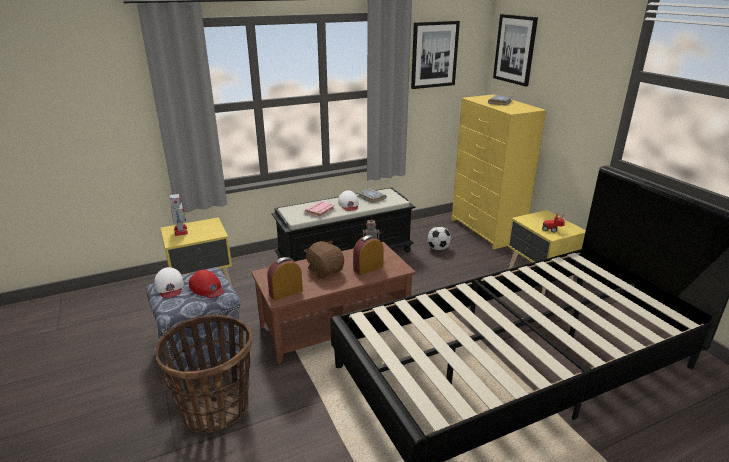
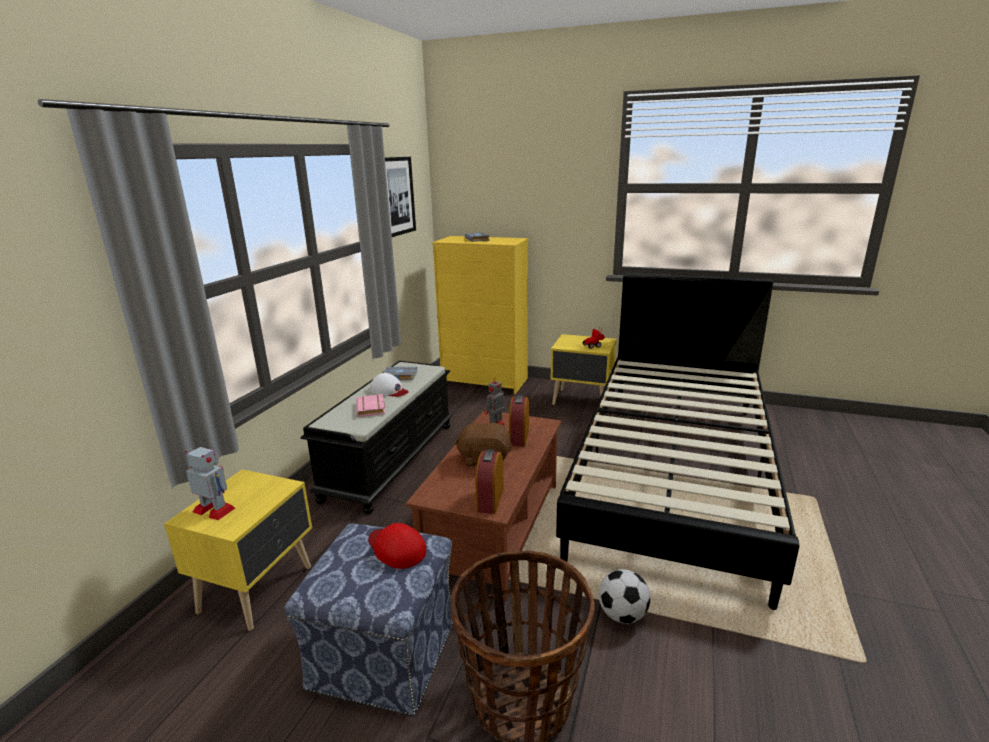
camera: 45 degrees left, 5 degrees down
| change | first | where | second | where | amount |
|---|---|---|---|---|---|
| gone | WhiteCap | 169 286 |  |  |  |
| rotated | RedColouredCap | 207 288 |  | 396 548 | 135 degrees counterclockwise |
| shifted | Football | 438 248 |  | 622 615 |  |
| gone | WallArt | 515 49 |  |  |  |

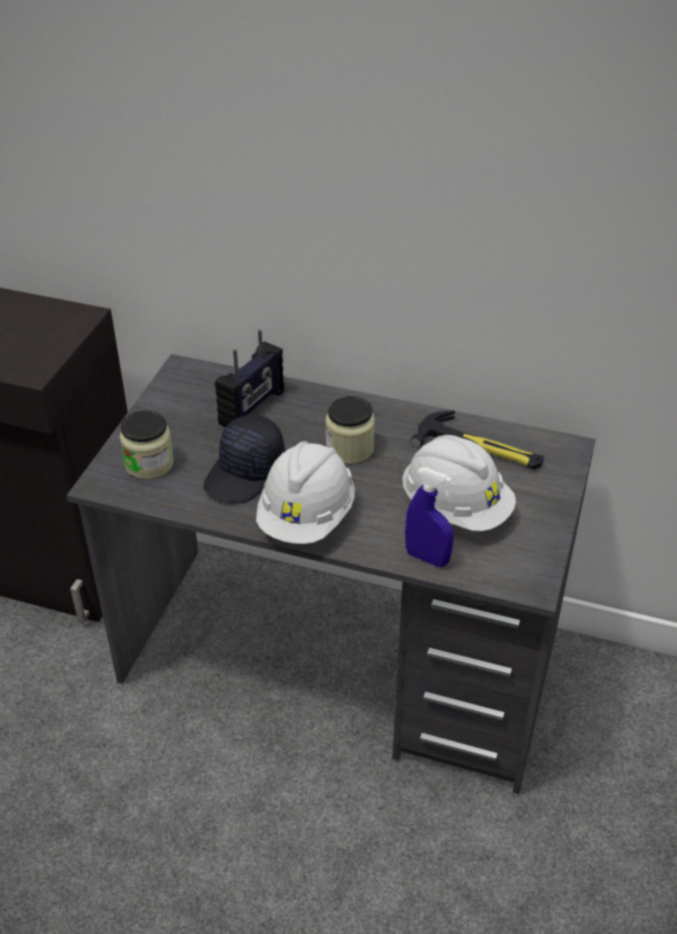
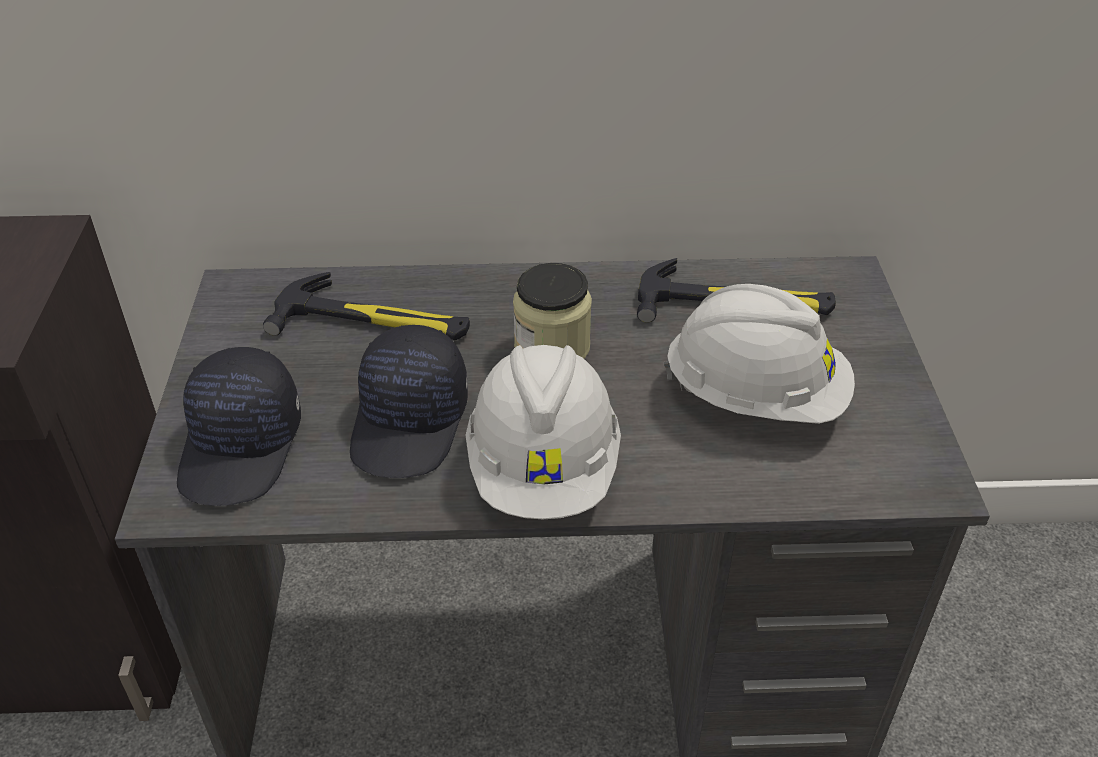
camera: 20 degrees left, 0 degrees up
| change | first | where | second | where | amount |
|---|---|---|---|---|---|
| swapped | Jar | 149 464 | BlackColouredCap | 243 447 |  |
| swapped | RadioSet | 253 408 | Hammer | 373 321 |  |
| gone | BlueSprayBottle | 427 558 |  |  |  |

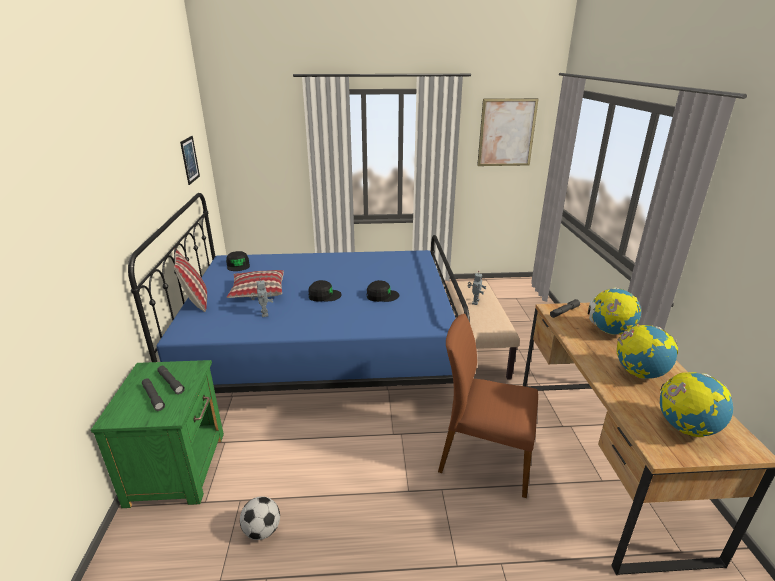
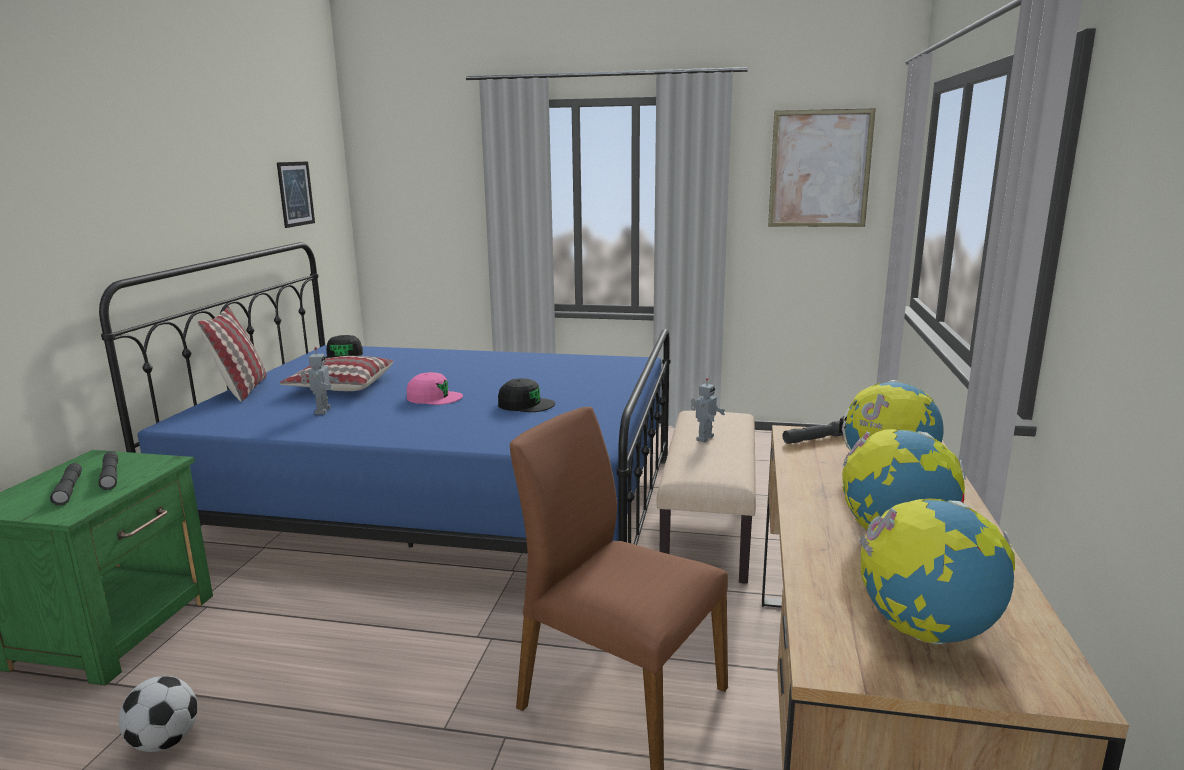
camera: 15 degrees right, 10 degrees down
| change | first | where | second | where | amount |
|---|---|---|---|---|---|
| repainted | BlackColouredCap | 324 295 | PinkColouredCap | 434 397 |  |

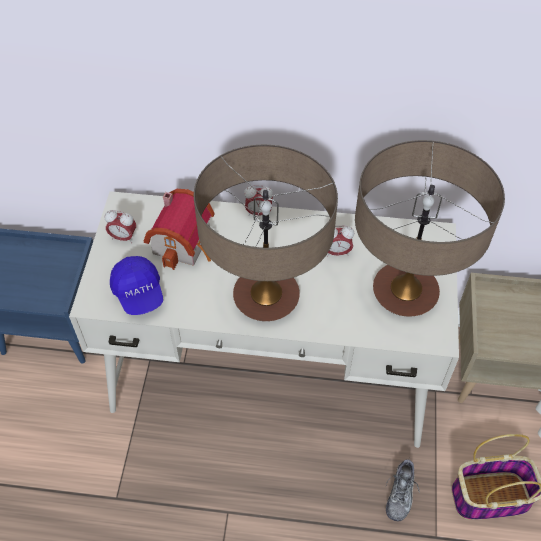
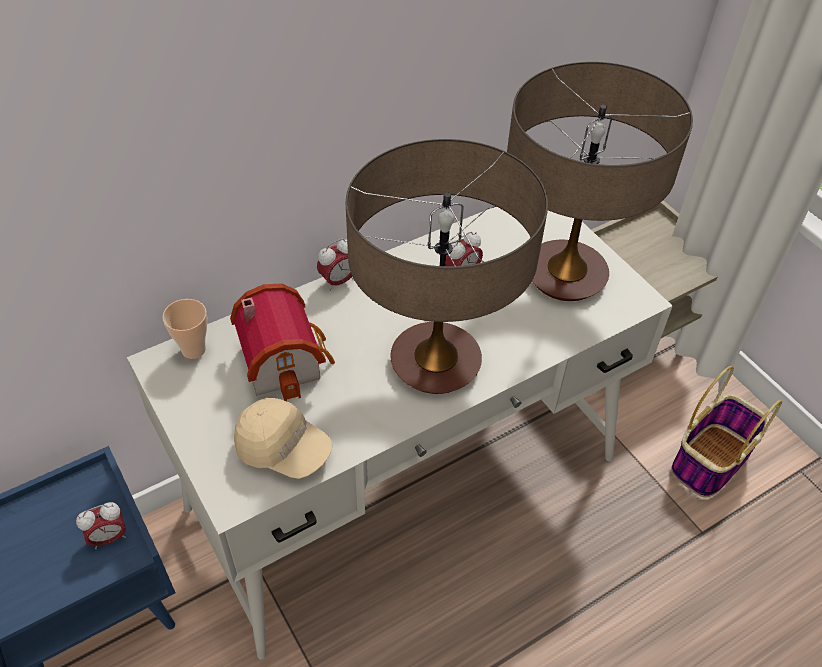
camera: 40 degrees left, 5 degrees down
| change | first | where | second | where | amount |
|---|---|---|---|---|---|
| shifted | TableClock | 123 237 |  | 109 537 |  |
| repainted | BlueCap | 139 293 | BeigeCap | 283 449 |  |
| gone | LowShoe | 400 493 |  |  |  |
| new |  |  | Cup | 193 349 |  |

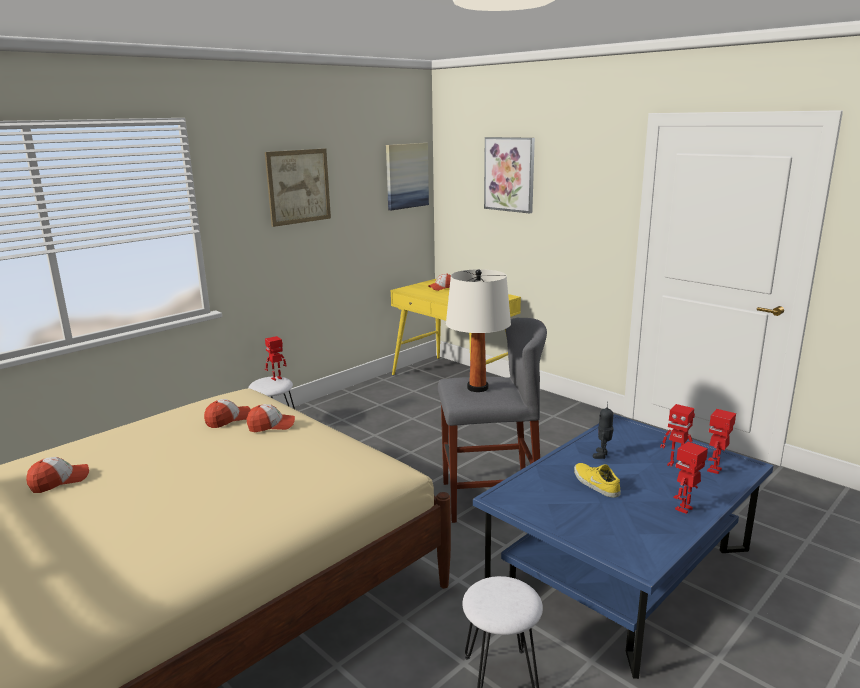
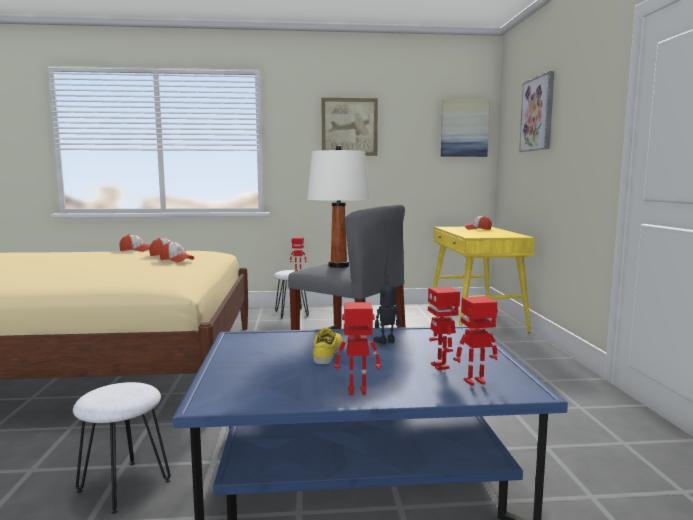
camera: 40 degrees right, 10 degrees down
| change | first | where | second | where | amount |
|---|---|---|---|---|---|
| shifted | Cap | 59 481 |  | 136 250 |  |

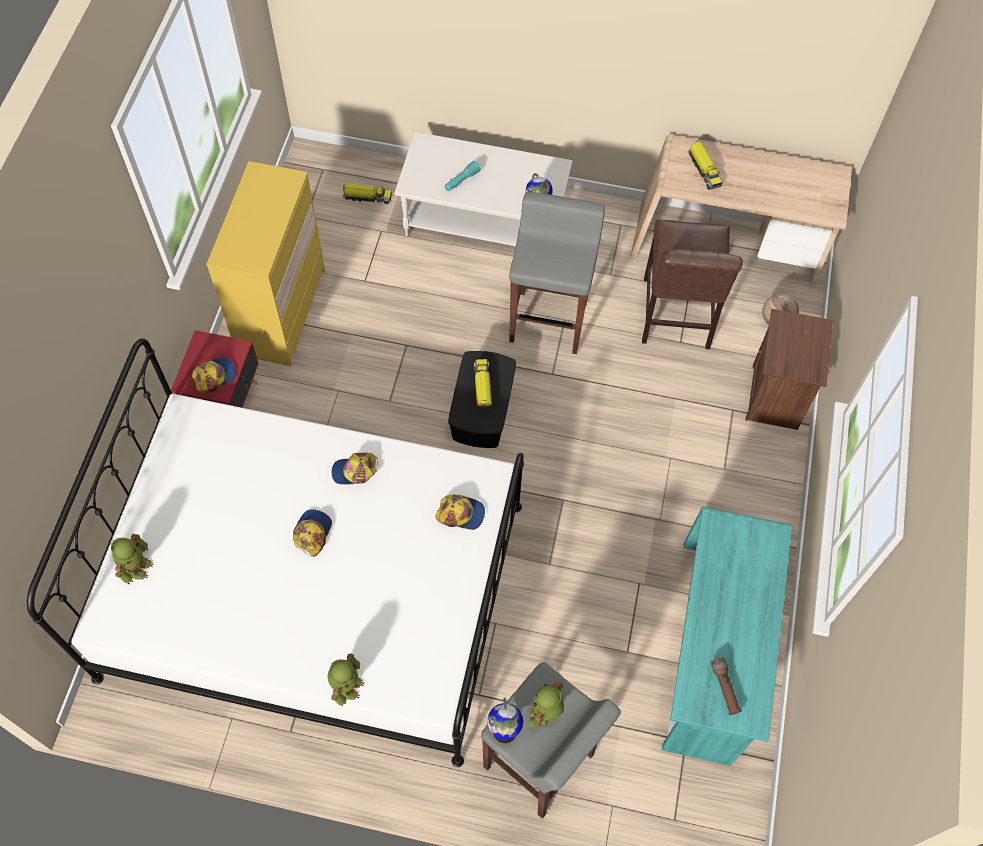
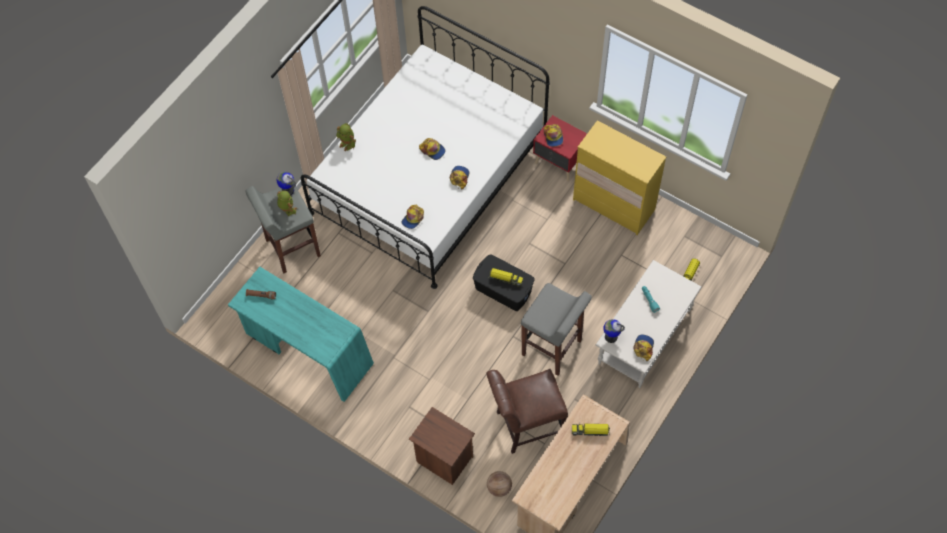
camera: 115 degrees right, 0 degrees up
| change | first | where | second | where | amount |
|---|---|---|---|---|---|
| gone | ToyRobot | 136 566 |  |  |  |
| rotated | BrownishUprightChair | 675 318 |  | 525 425 | 45 degrees counterclockwise |
| new |  |  | Cap | 643 348 |  |

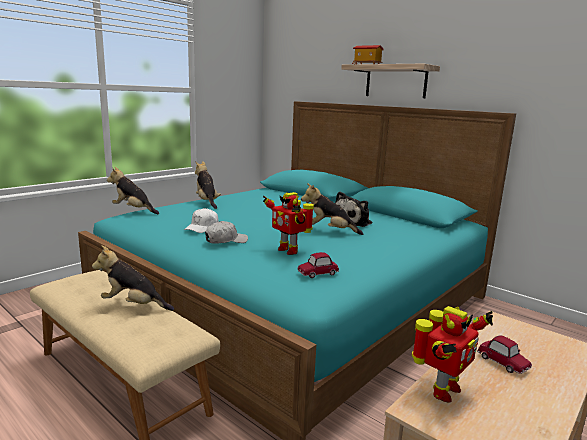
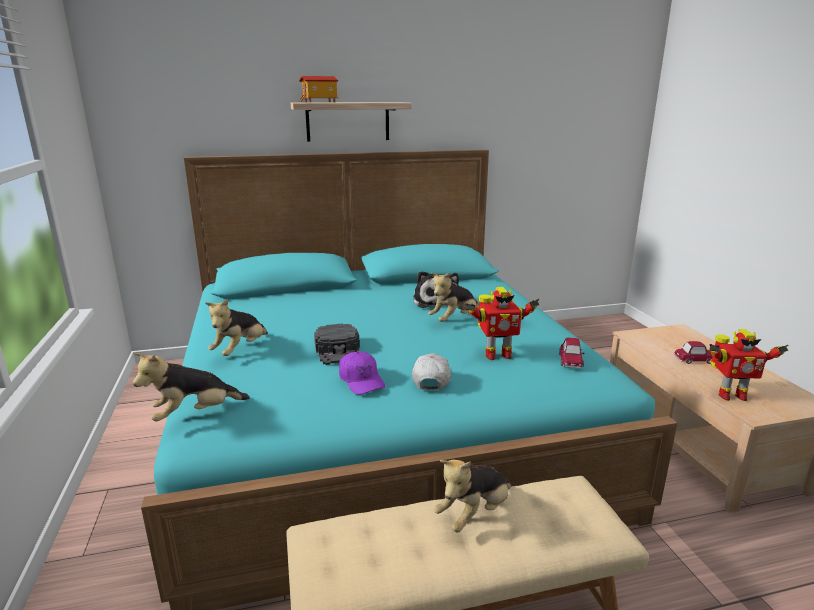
camera: 55 degrees left, 5 degrees up
| change | first | where | second | where | amount |
|---|---|---|---|---|---|
| repainted | WhiteCap | 202 227 | PurpleColouredCap | 361 380 |  |
| rotated | PlushToy | 207 202 |  | 240 350 | 75 degrees counterclockwise |
| rotated | ToyRobot | 442 391 |  | 730 395 | 105 degrees clockwise |
| new |  |  | BlackColouredCap | 338 350 |  |

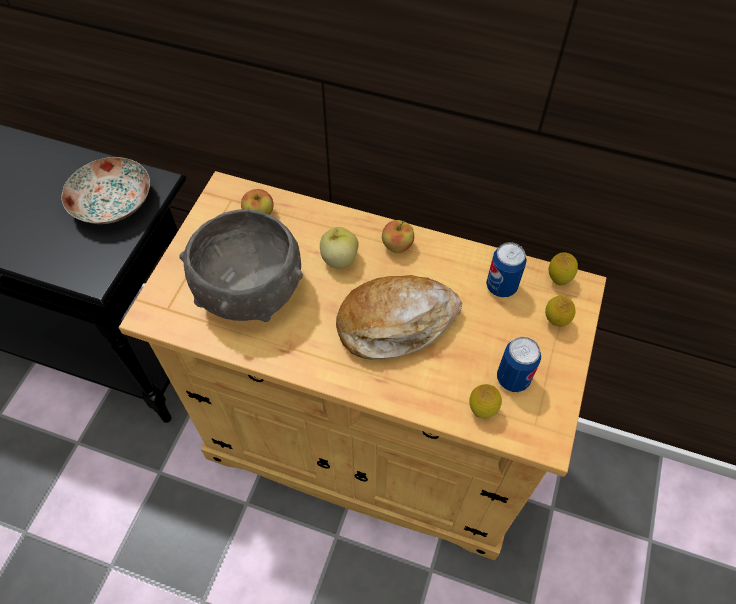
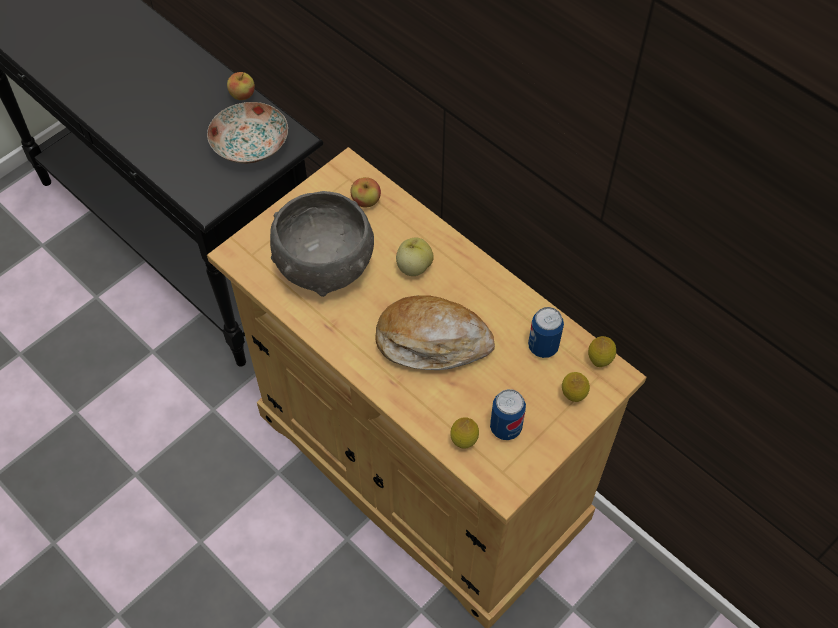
camera: 25 degrees right, 0 degrees up
| change | first | where | second | where | amount |
|---|---|---|---|---|---|
| shifted | AppleFruit | 397 245 |  | 242 95 |  |

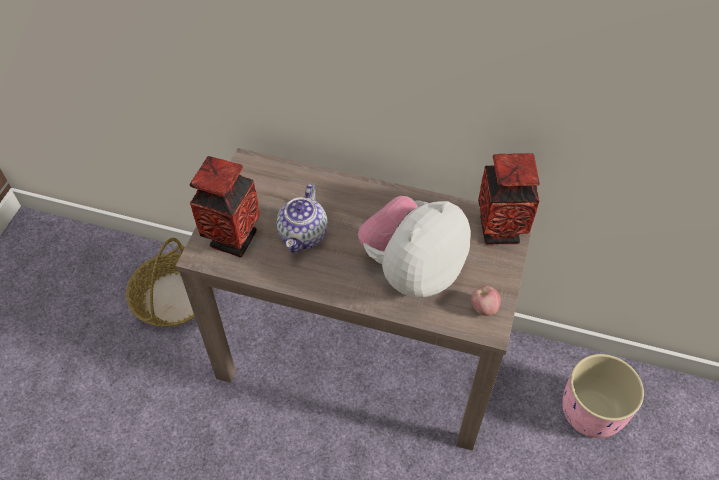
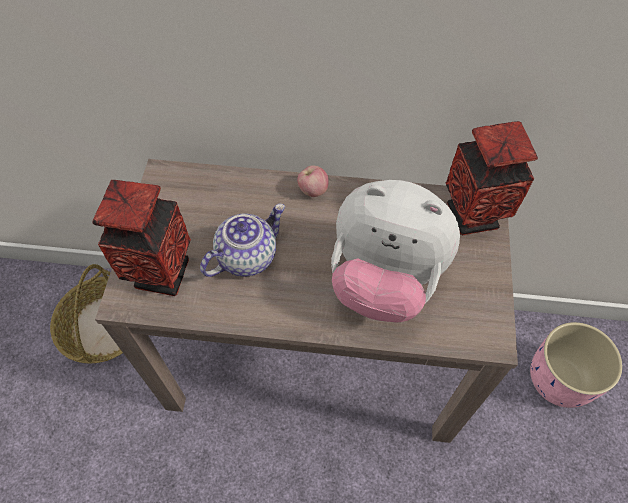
camera: 10 degrees left, 5 degrees up
| change | first | where | second | where | amount |
|---|---|---|---|---|---|
| rotated | PotForTea | 304 235 |  | 247 256 | 135 degrees counterclockwise |
| rotated | PlushToy | 412 270 |  | 384 280 | 105 degrees counterclockwise |
| shifted | AppleFruit | 483 308 |  | 312 190 |  |

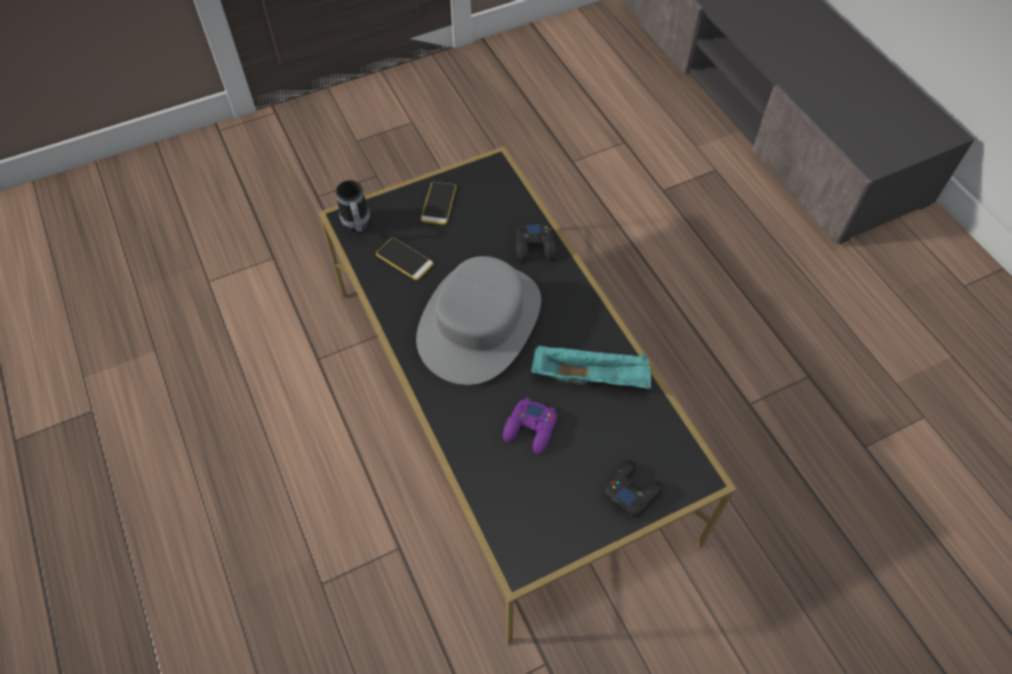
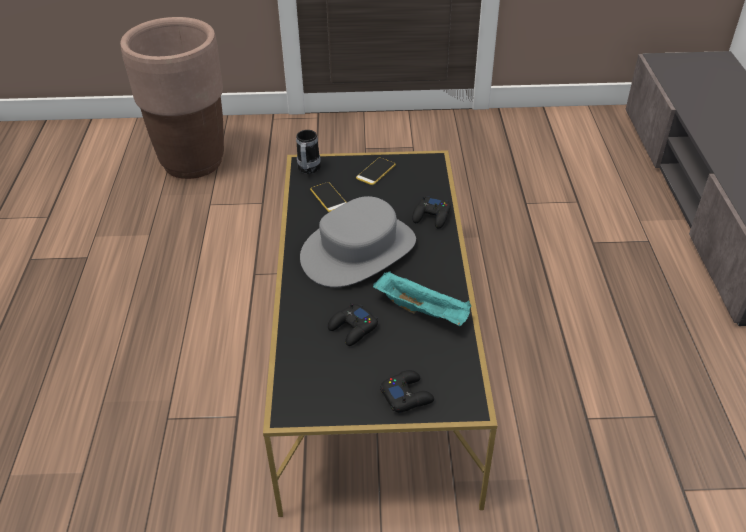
camera: 25 degrees right, 15 degrees down
| change | first | where | second | where | amount |
|---|---|---|---|---|---|
| repainted | PurpleColouredGamepad | 530 429 | BlackColouredGamepad | 353 329 |  |
| new |  |  | BrownishFlowerPot | 193 162 |  |

